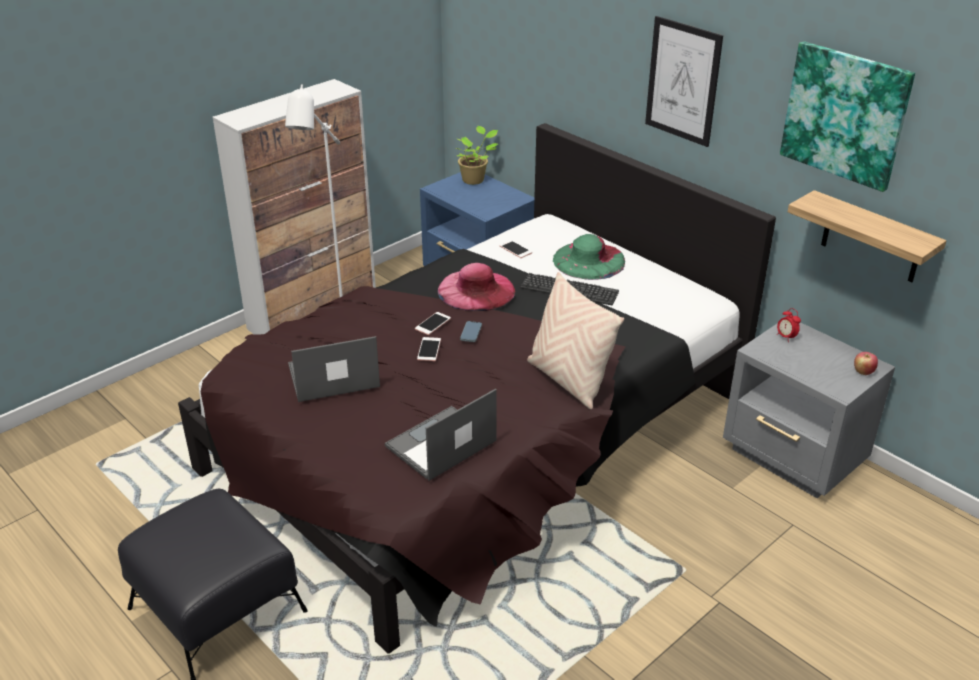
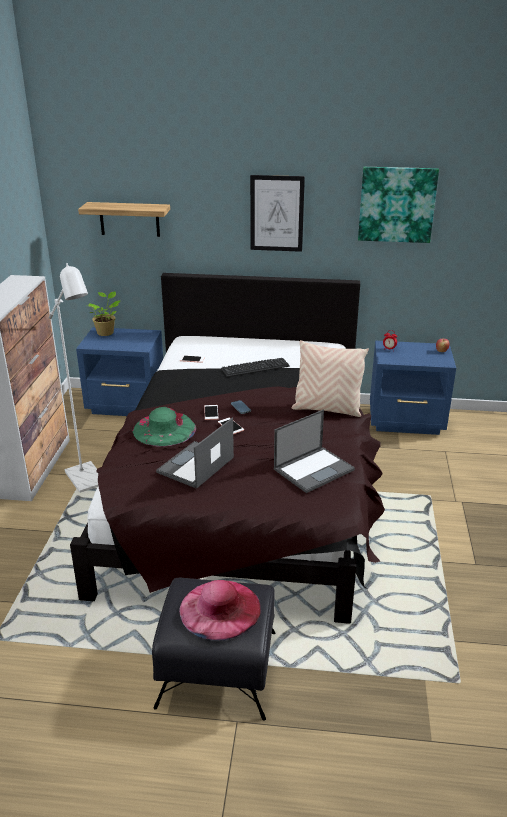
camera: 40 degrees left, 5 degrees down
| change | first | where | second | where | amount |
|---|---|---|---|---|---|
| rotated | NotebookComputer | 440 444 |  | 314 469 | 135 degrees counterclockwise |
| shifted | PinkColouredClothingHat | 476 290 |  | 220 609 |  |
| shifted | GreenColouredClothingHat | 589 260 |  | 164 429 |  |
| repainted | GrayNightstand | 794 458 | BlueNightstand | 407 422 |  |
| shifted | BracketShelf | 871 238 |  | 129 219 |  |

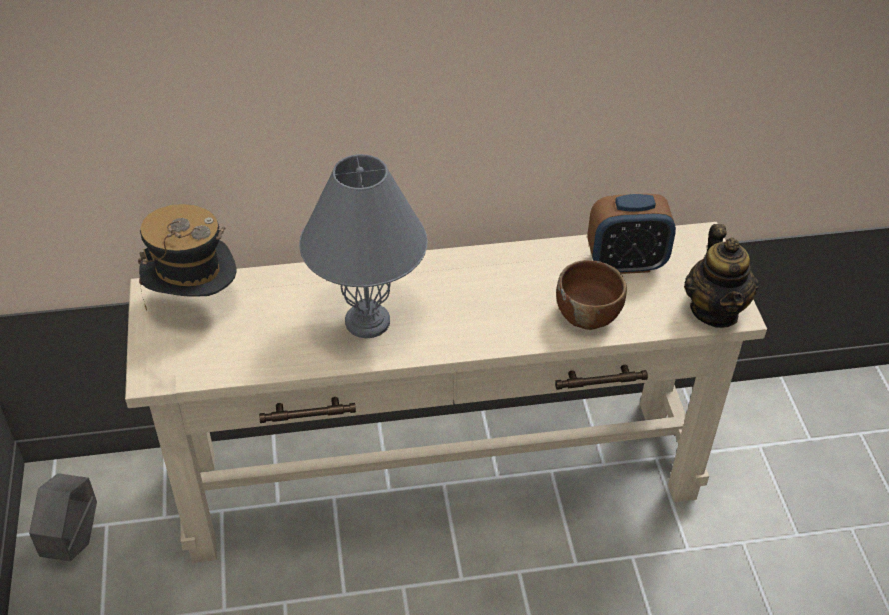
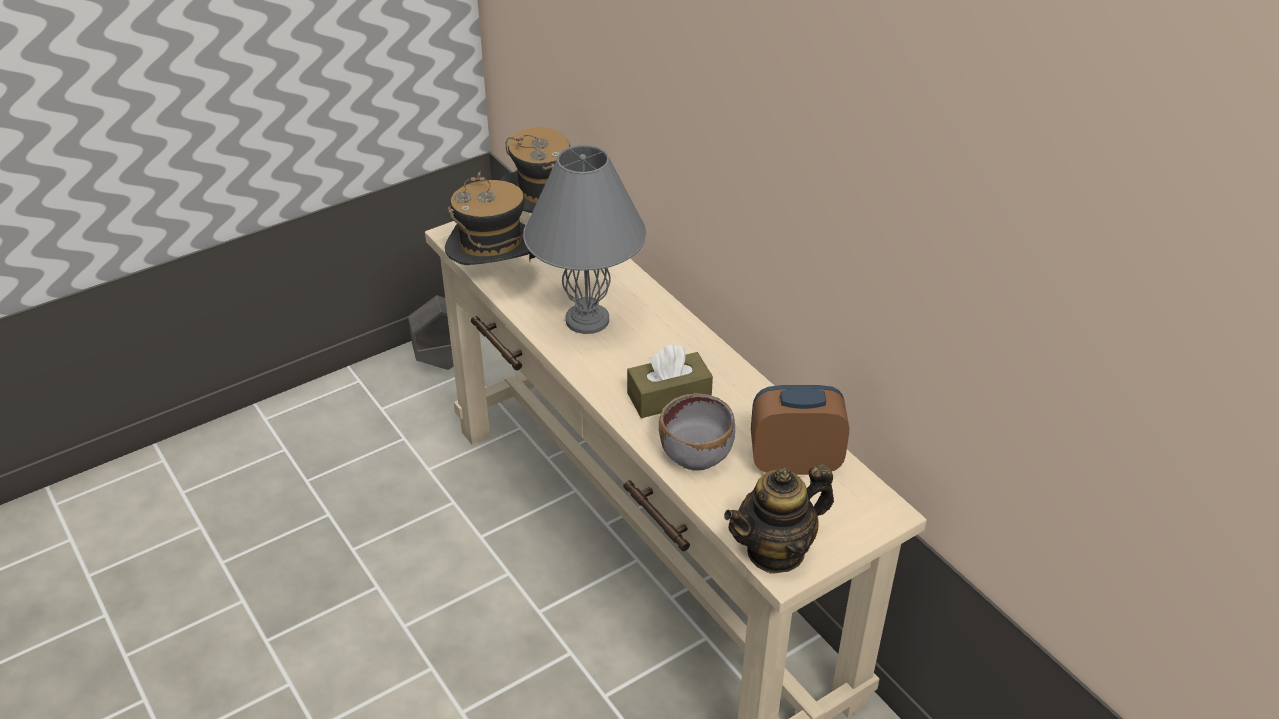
camera: 65 degrees right, 5 degrees down
| change | first | where | second | where | amount |
|---|---|---|---|---|---|
| repainted | BrownishBowl | 588 315 | GrayBowl | 696 455 |  |
| rotated | TableClock | 626 263 |  | 794 462 | 120 degrees clockwise |
| new |  |  | ClothingHat | 494 280 |  |
| new |  |  | BrownishTissueBox | 669 397 |  |

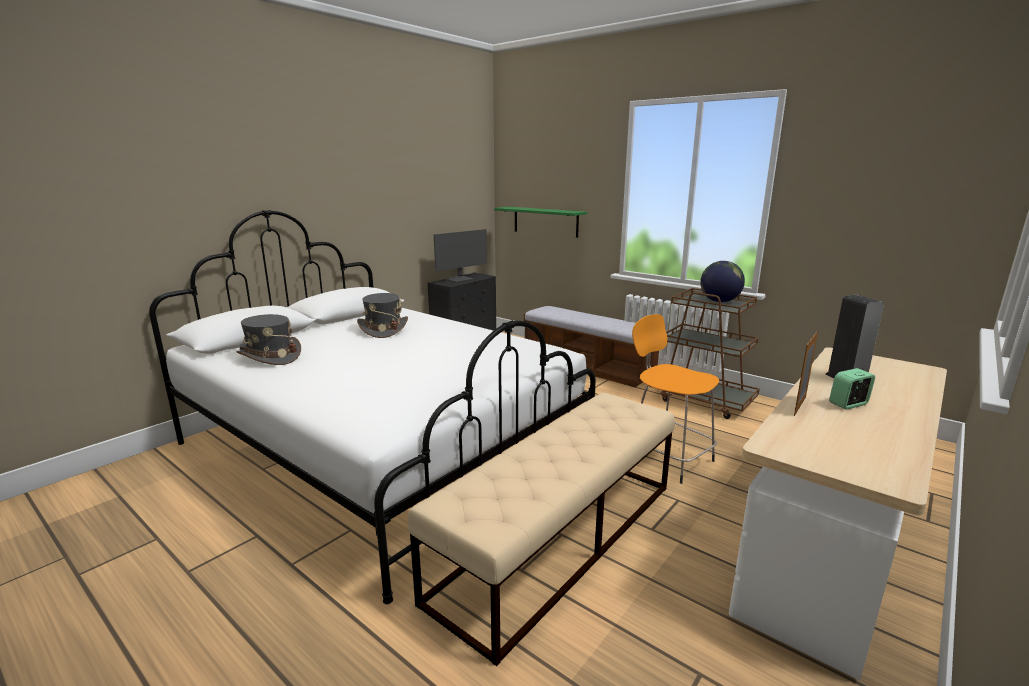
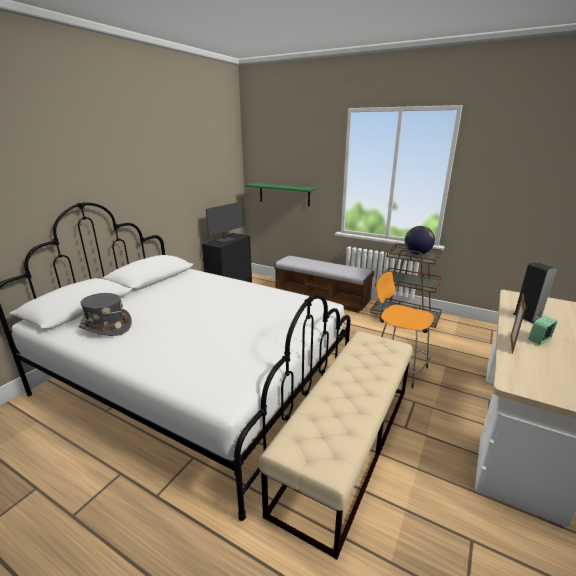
camera: 10 degrees left, 5 degrees up
| change | first | where | second | where | amount |
|---|---|---|---|---|---|
| gone | GrayClothingHat | 383 329 |  |  |  |

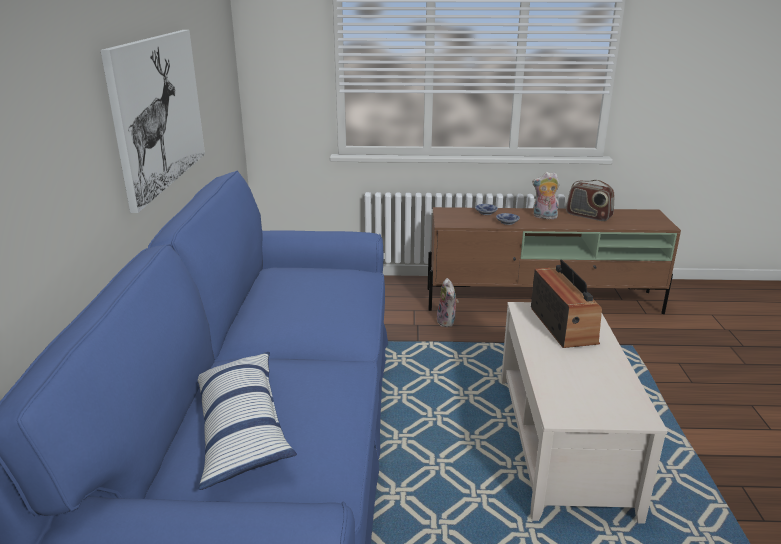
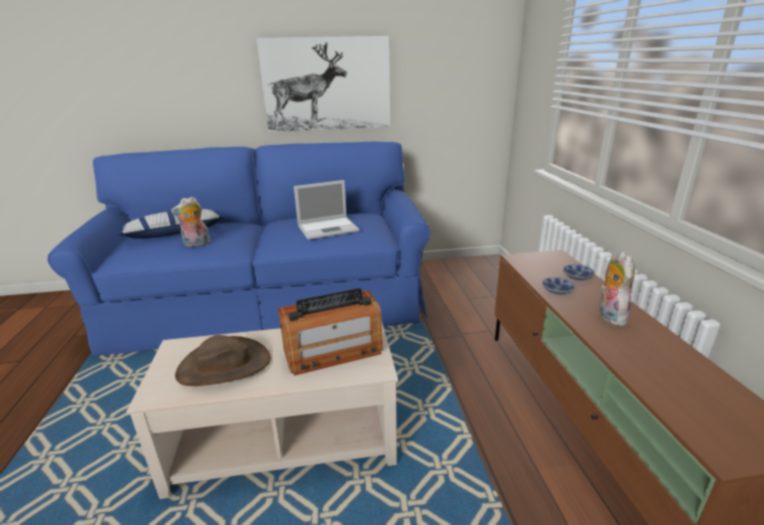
camera: 80 degrees right, 0 degrees up
| change | first | where | second | where | amount |
|---|---|---|---|---|---|
| shifted | PlushToy | 447 322 |  | 196 244 |  |
| gone | RadioSet | 588 216 |  |  |  |
| new |  |  | BrownishClothingHat | 224 366 |  |
| new |  |  | NotebookComputer | 329 228 |  |

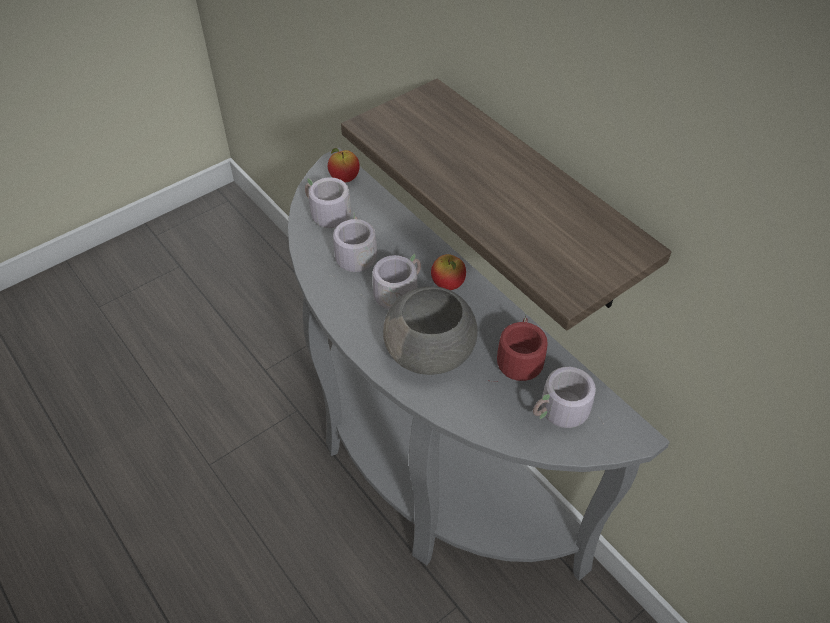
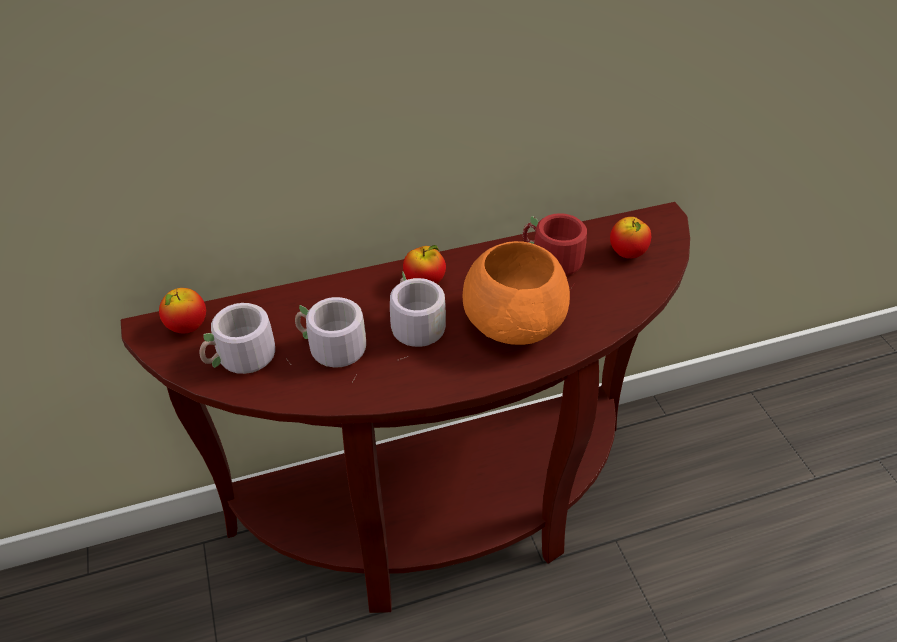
camera: 70 degrees left, 5 degrees down
| change | first | where | second | where | amount |
|---|---|---|---|---|---|
| repainted | GrayConsoleTable | 423 465 | BrownishConsoleTable | 444 517 |  |
| gone | BracketShelf | 536 199 |  |  |  |
| repainted | GrayBowl | 431 352 | OrangeyBowl | 515 322 |  |
| swapped | GrayCoffeeMug | 560 414 | AppleFruit | 627 254 |  |

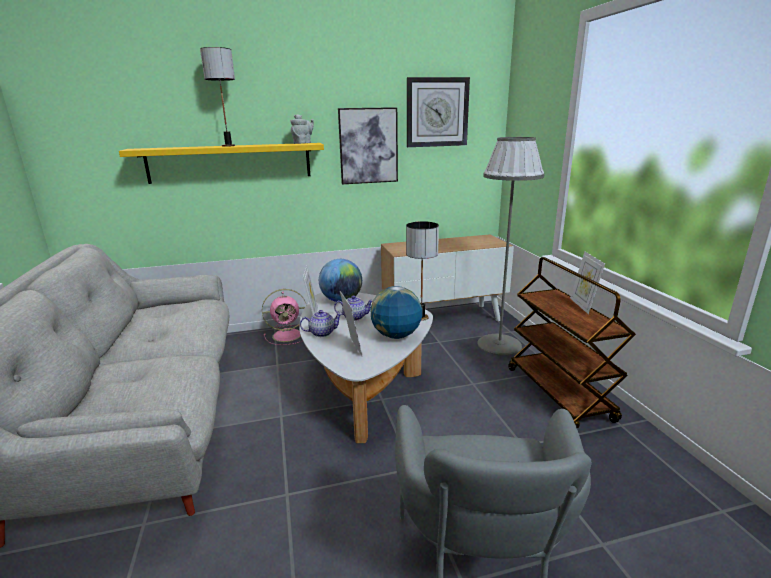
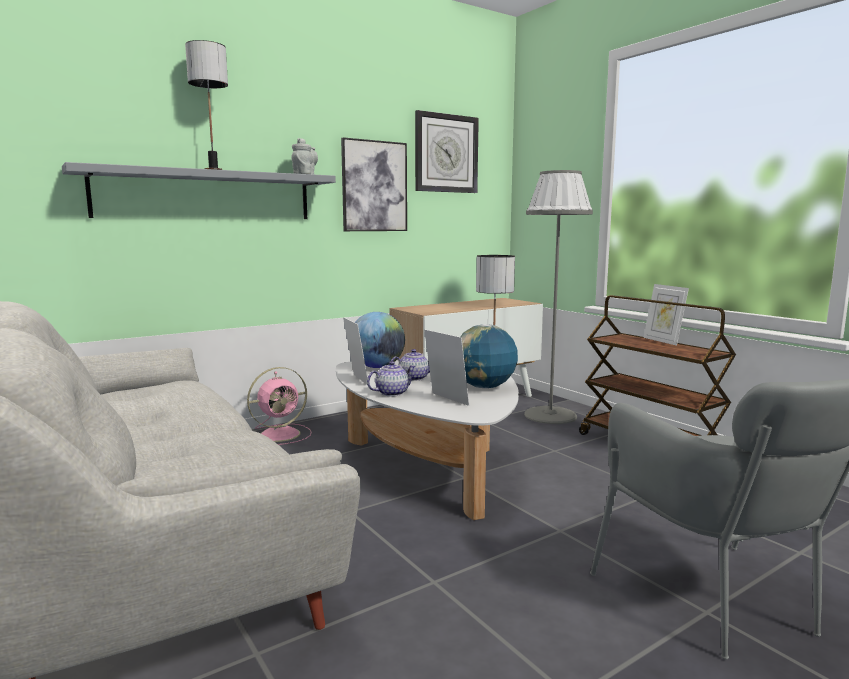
camera: 20 degrees left, 10 degrees down
| change | first | where | second | where | amount |
|---|---|---|---|---|---|
| repainted | YellowishBracketShelf | 230 162 | GrayBracketShelf | 206 195 |  |

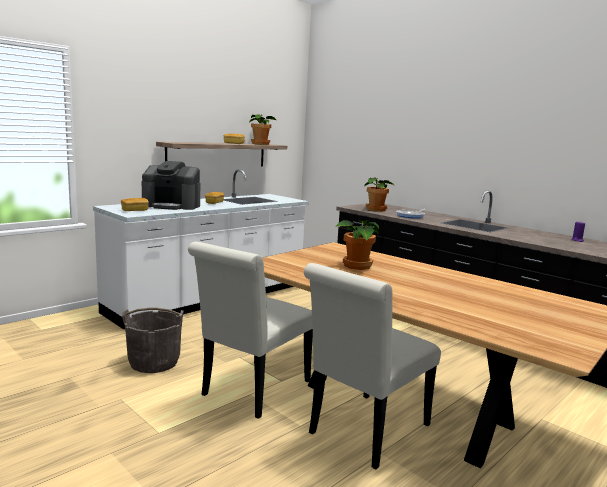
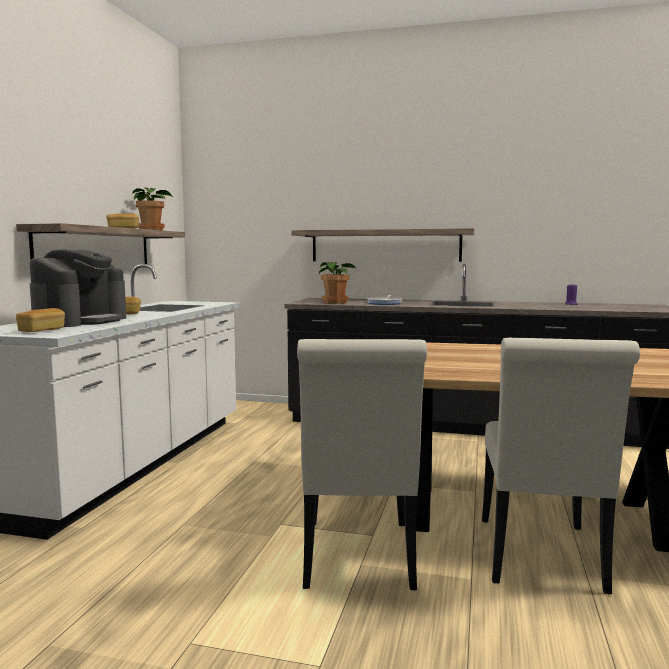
camera: 30 degrees left, 5 degrees down
| change | first | where | second | where | amount |
|---|---|---|---|---|---|
| gone | GrayBucket | 154 362 |  |  |  |
| rotated | CoffeeMachine | 172 206 |  | 81 321 | 45 degrees counterclockwise |
| gone | PlantInAPot | 357 266 |  |  |  |
| new |  |  | BracketShelf | 385 246 |  |

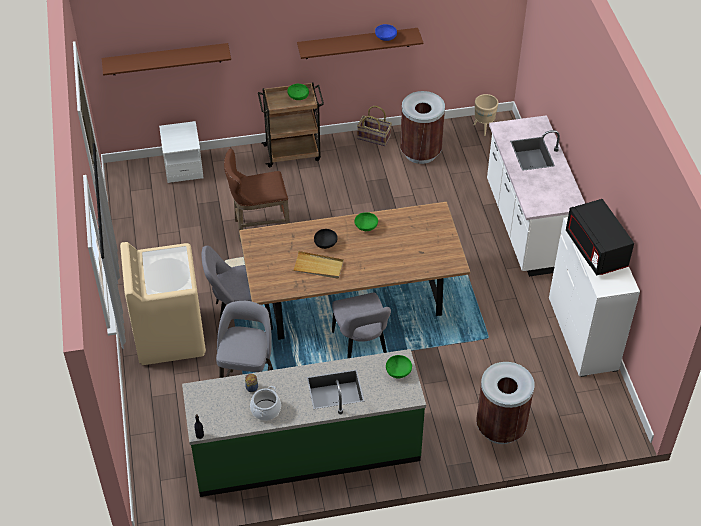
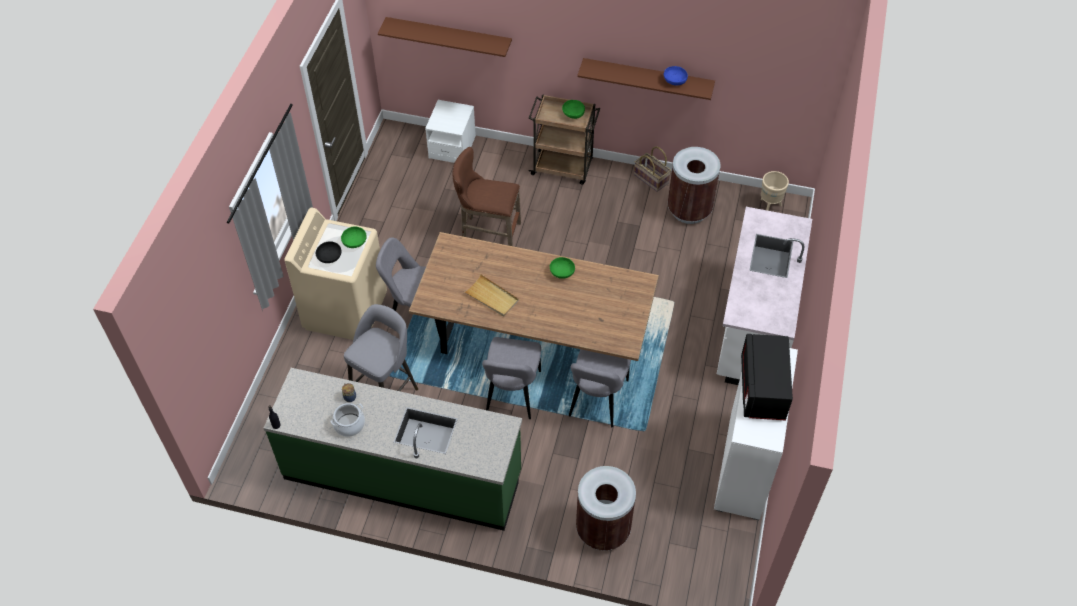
camera: 25 degrees right, 5 degrees up
| change | first | where | second | where | amount |
|---|---|---|---|---|---|
| shifted | BlackColouredBowl | 326 244 |  | 330 258 |  |
| shifted | GreenColouredBowl | 398 372 |  | 355 243 |  |
| new |  |  | GrayUprightChair | 597 401 |  |

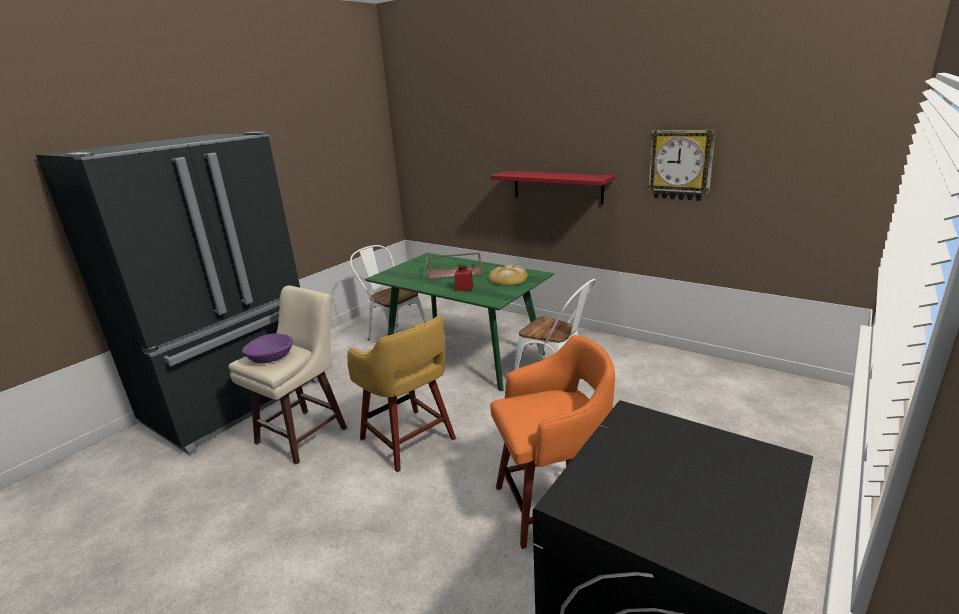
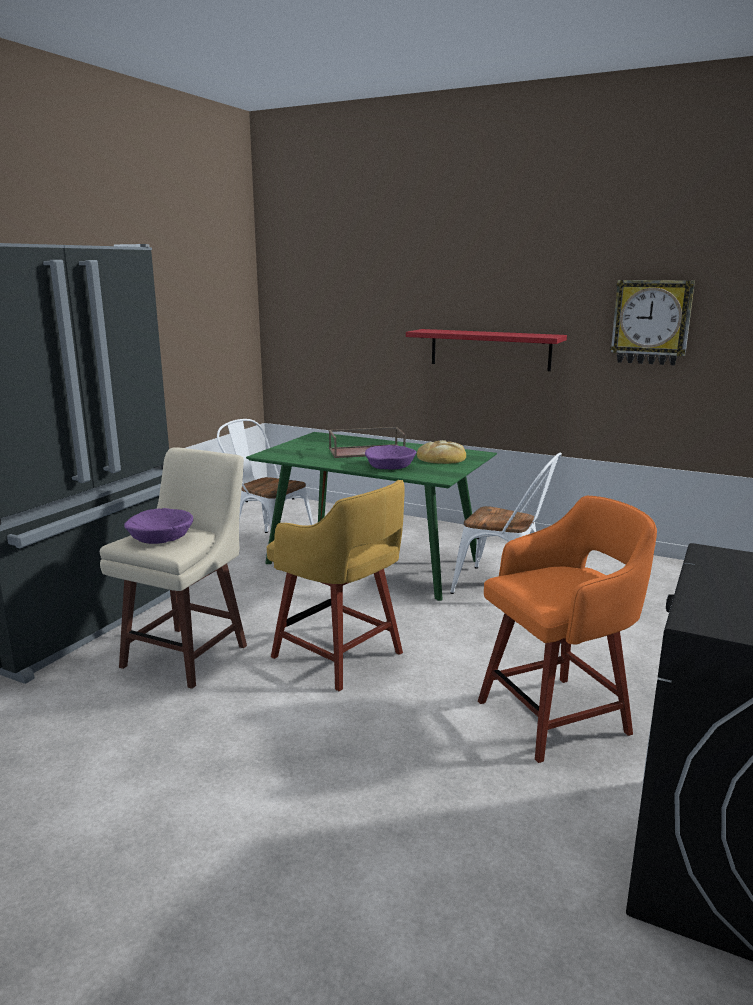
camera: 10 degrees left, 5 degrees down
| change | first | where | second | where | amount |
|---|---|---|---|---|---|
| swapped | RedColouredJar | 464 288 | PurpleColouredBowl | 390 466 |  |

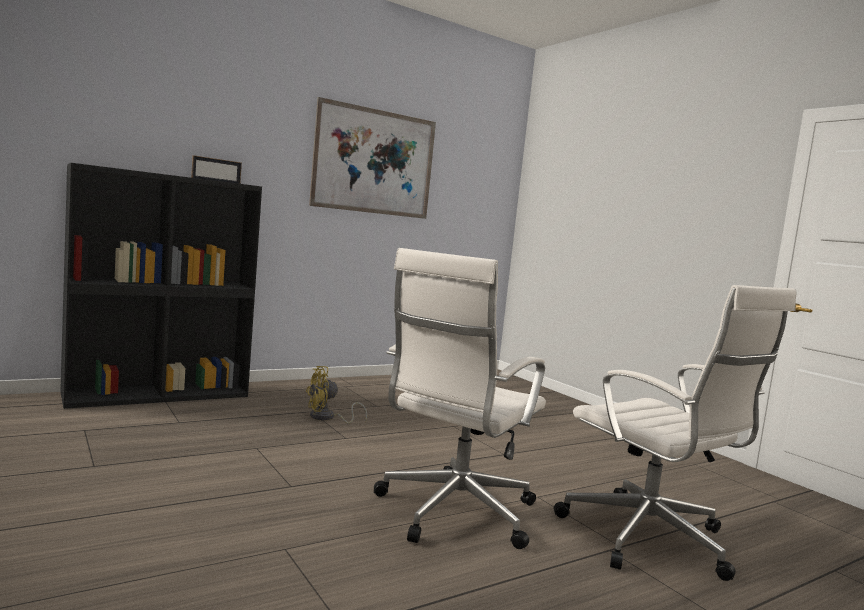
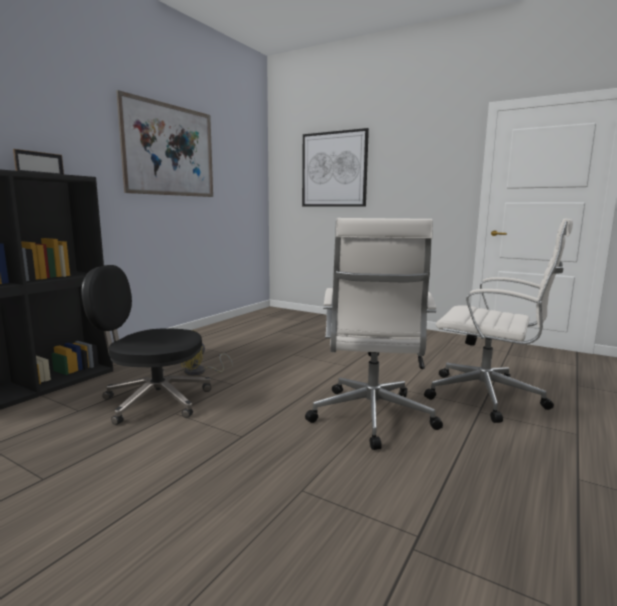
camera: 25 degrees left, 5 degrees up
| change | first | where | second | where | amount |
|---|---|---|---|---|---|
| new |  |  | BlackColouredComputerChair | 154 401 |  |
| new |  |  | WallArt | 334 169 |  |

